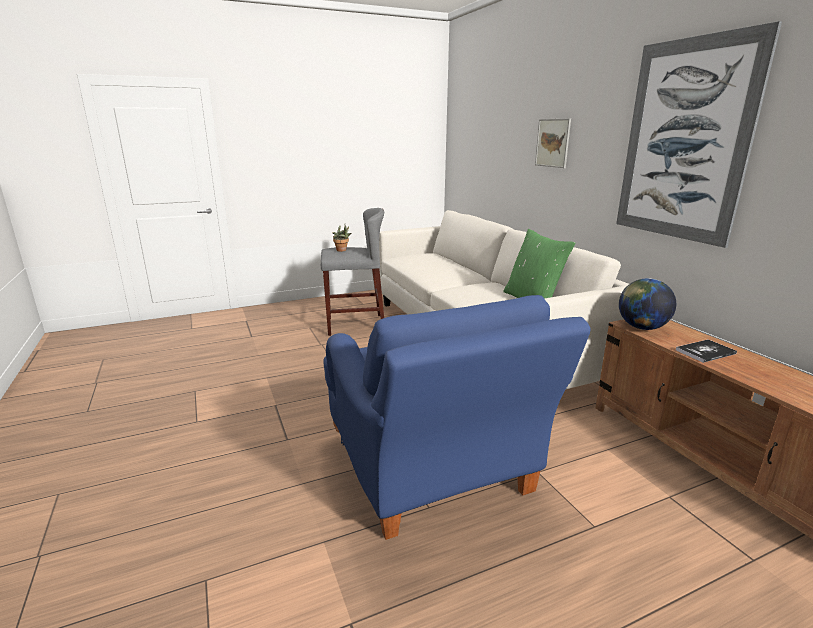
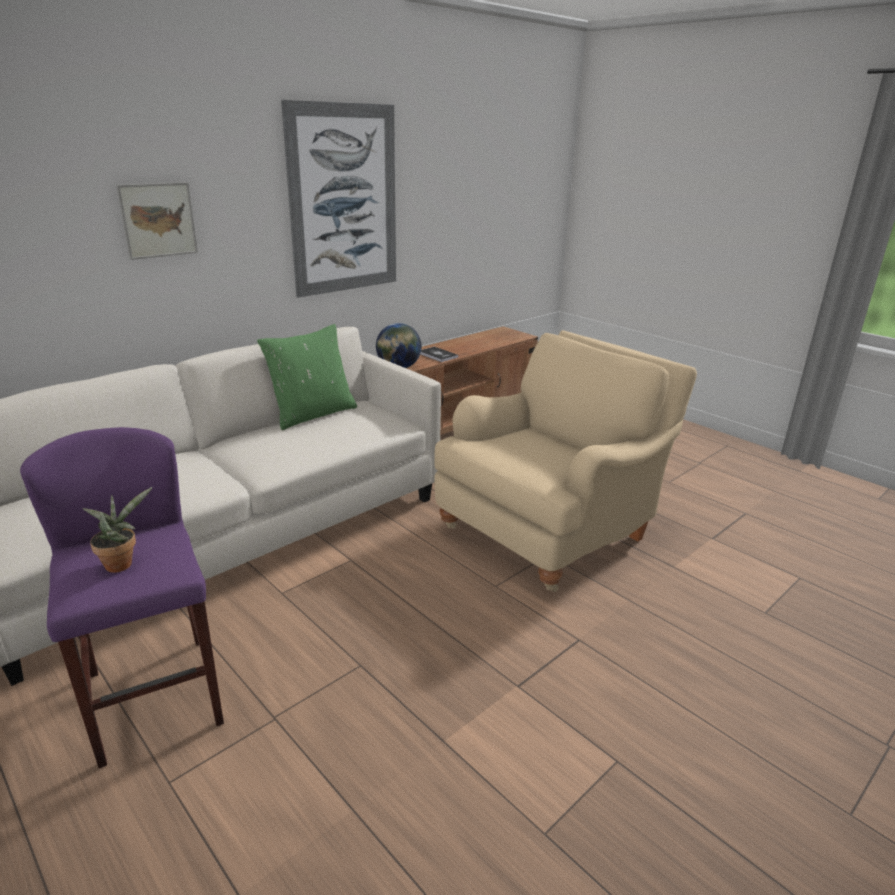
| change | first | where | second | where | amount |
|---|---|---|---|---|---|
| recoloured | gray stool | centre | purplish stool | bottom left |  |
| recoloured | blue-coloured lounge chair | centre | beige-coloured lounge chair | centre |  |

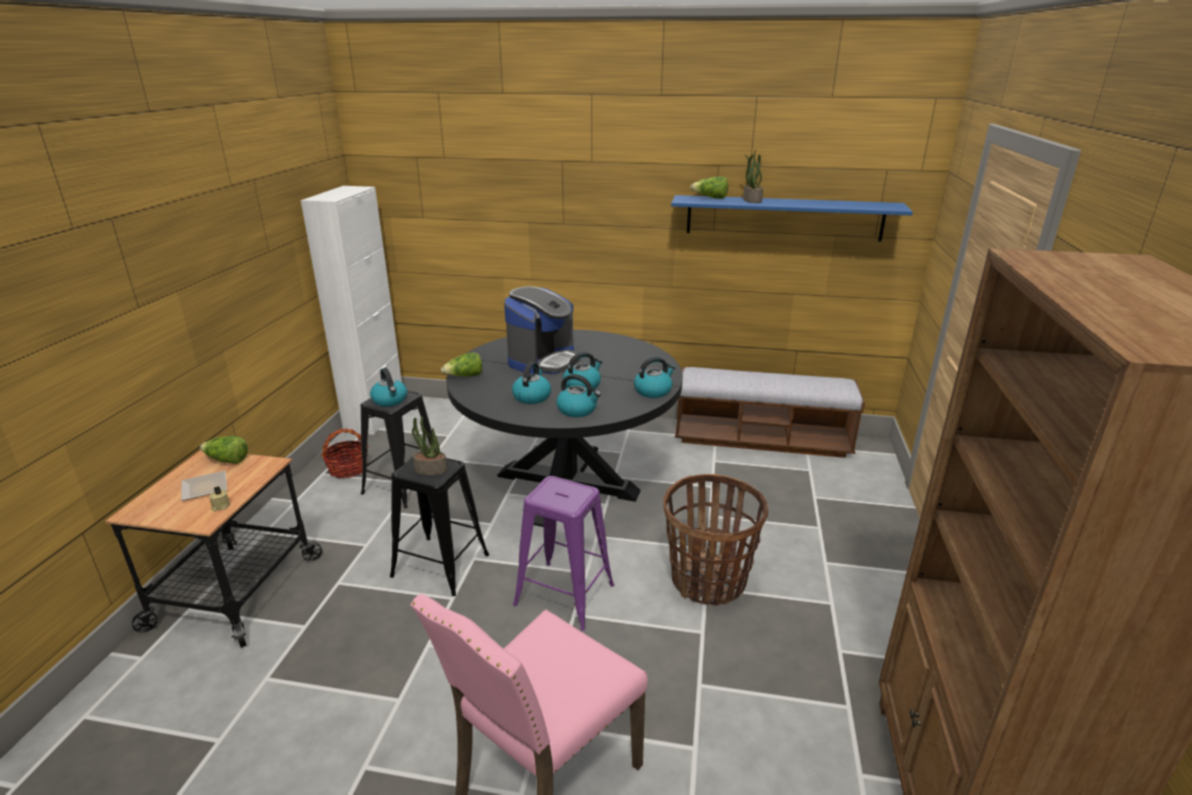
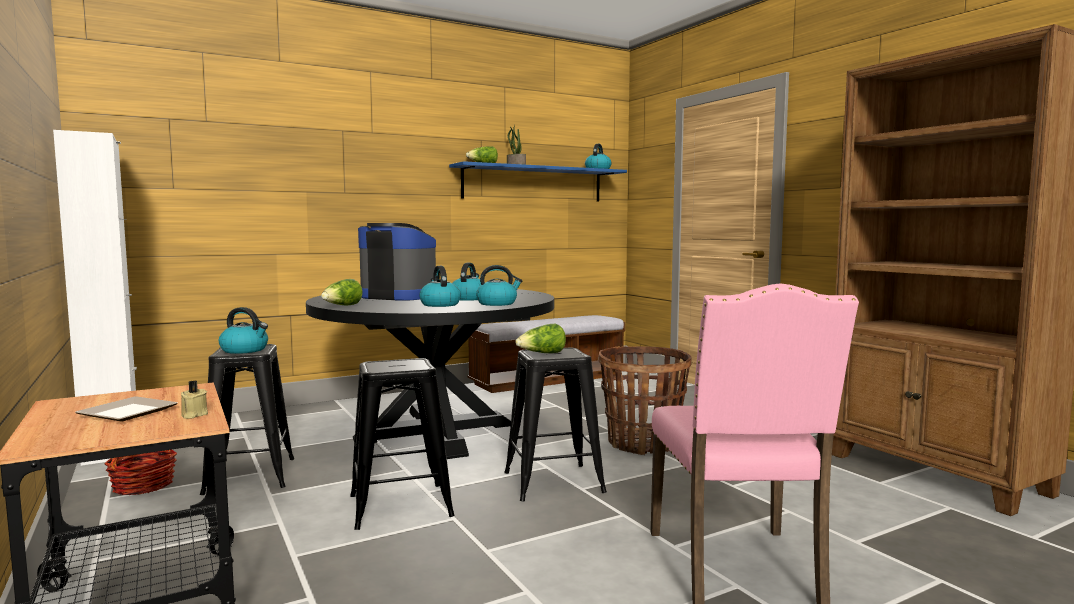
| change | first | where | second | where | amount |
|---|---|---|---|---|---|
| turned | coffee machine | centre |  | centre | 60 degrees counterclockwise |
| recoloured | purplish stool | bottom centre | blackish stool (3rd from left) | bottom centre |  |
| moved | lettuce head (1st from left in the first image) | middle left | lettuce head (3rd from left) | centre |  |
| moved | kettle (5th from left) | centre |  | top centre |  |
| removed | houseplant (1st from left) | centre |  |  |  |

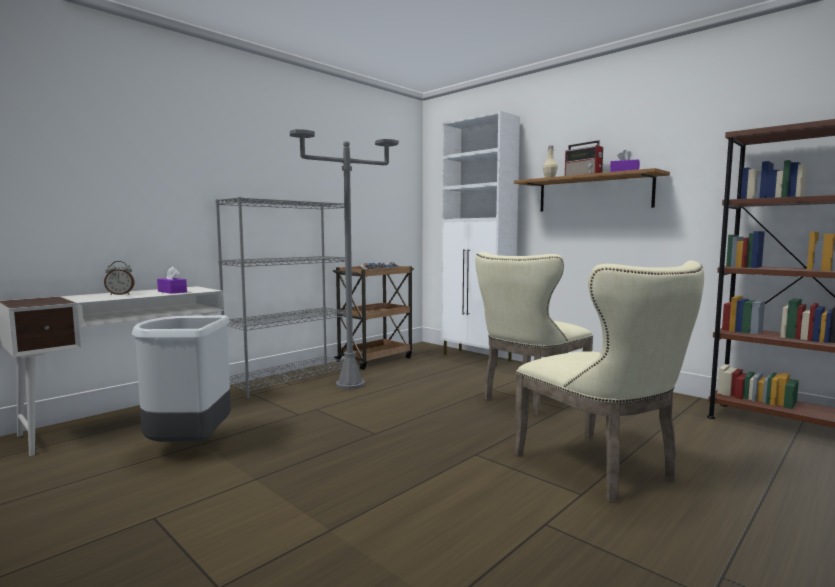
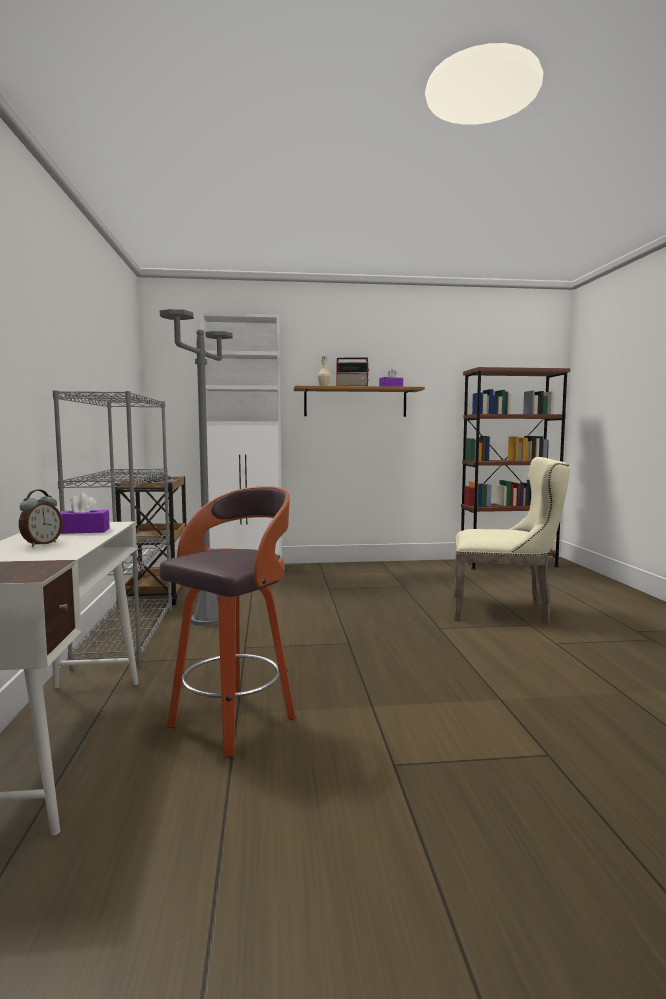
| change | first | where | second | where | amount |
|---|---|---|---|---|---|
| replaced | gray rubbish bin | middle left | stool | centre |  |
| removed | beige-coloured chair (1st from left) | centre |  |  |  |

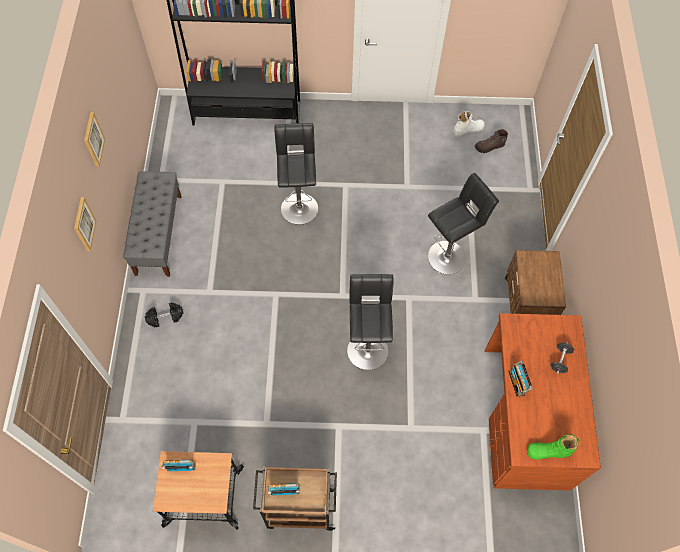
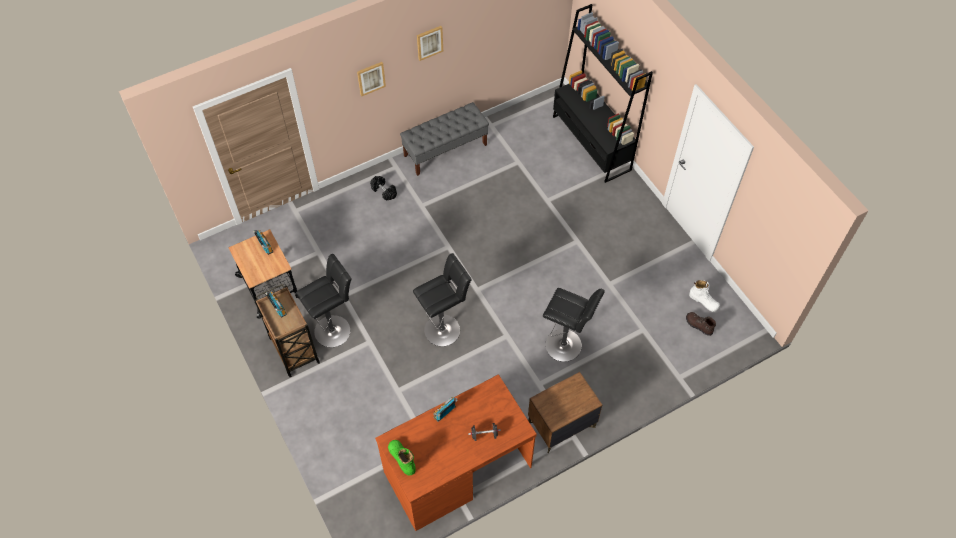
| change | first | where | second | where | amount |
|---|---|---|---|---|---|
| moved | blackish stool (1st from left) | top centre |  | centre |  |

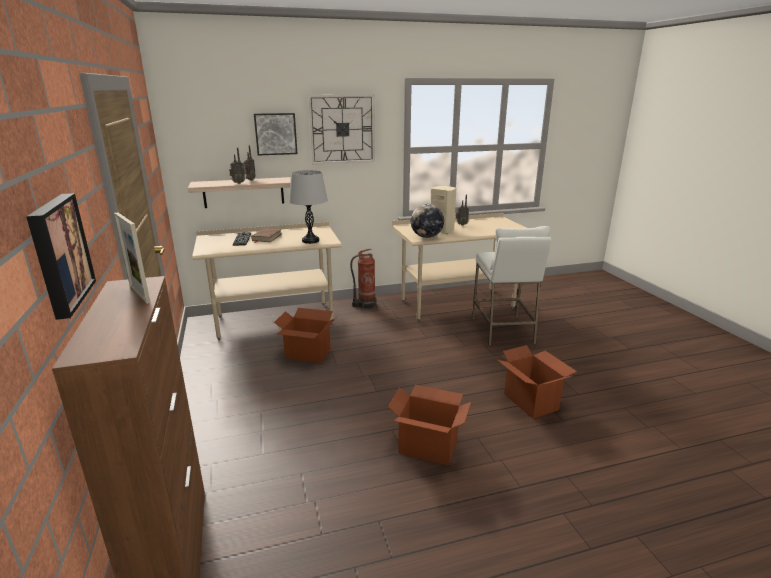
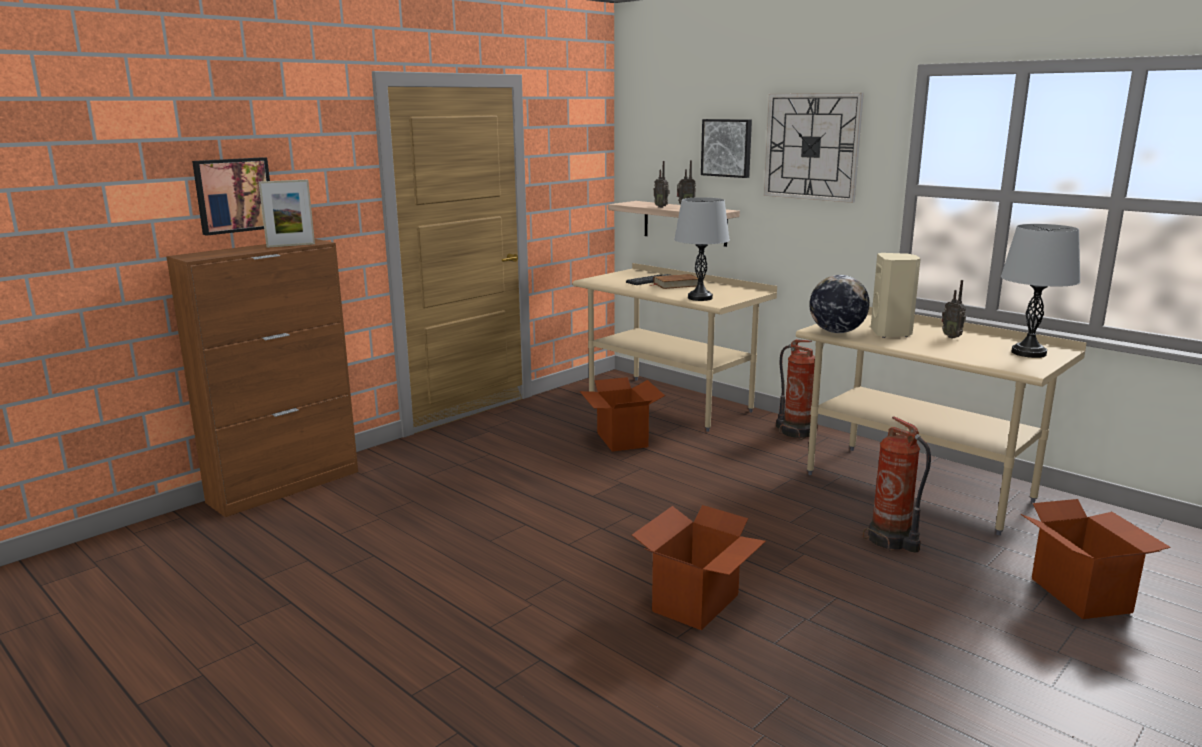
| change | first | where | second | where | amount |
|---|---|---|---|---|---|
| turned | picture frame | middle left |  | top left | 135 degrees counterclockwise |
| replaced | white stool | centre | fire extinguisher (2nd from left) | middle right |  |
| added |  |  | gray lamp for a table (2nd from left) | middle right |  |
| moved | packing box (2nd from left in the first image) | bottom centre | packing box (3rd from left) | bottom right |  |

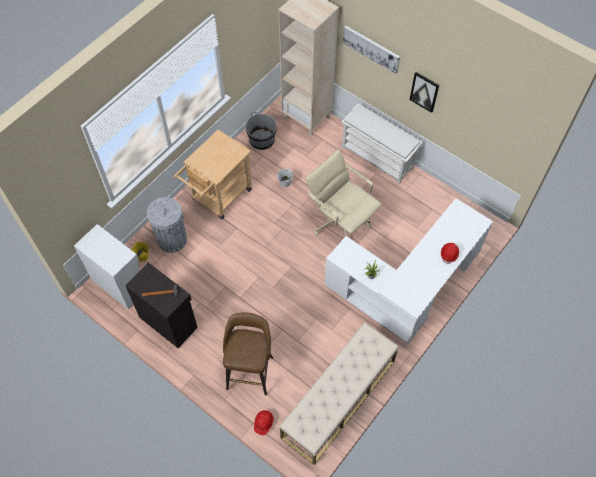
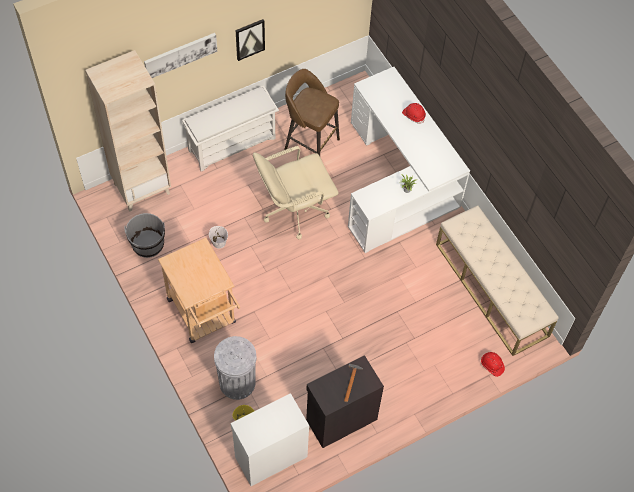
| change | first | where | second | where | amount |
|---|---|---|---|---|---|
| moved | brown-coloured stool | bottom centre |  | top centre |  |

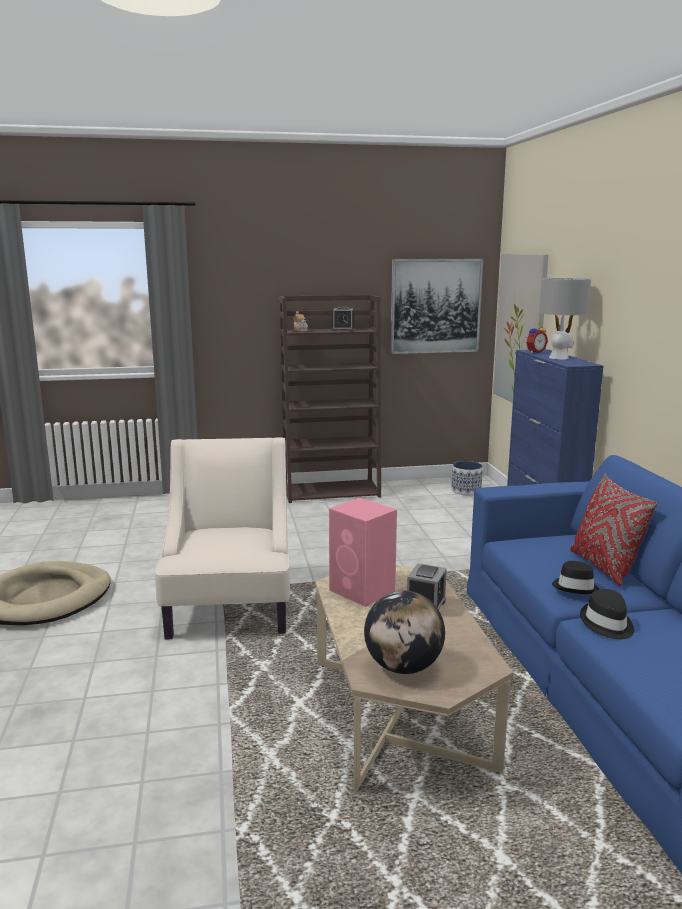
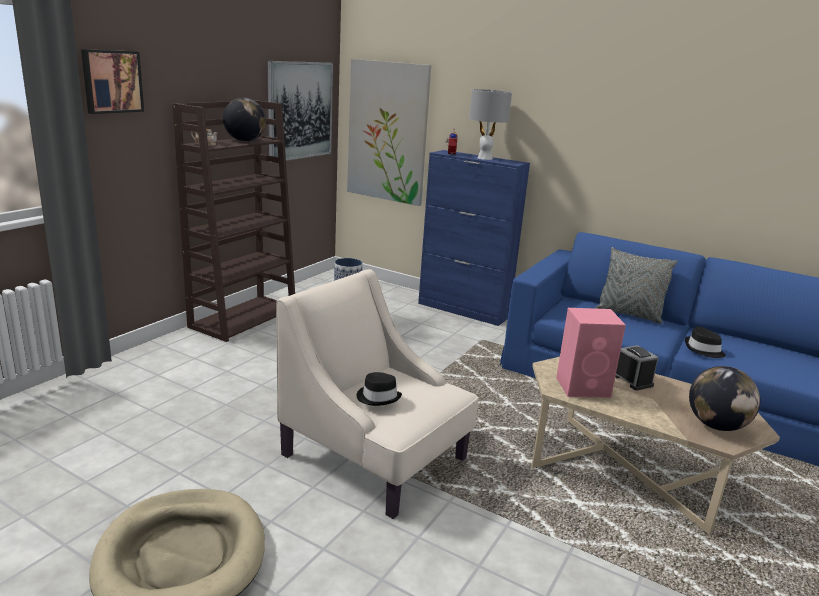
| change | first | where | second | where | amount |
|---|---|---|---|---|---|
| added |  |  | wall picture (1st from left) | top left |  |
| replaced | alarm clock (1st from left) | centre | globe (1st from left) | top left |  |
| moved | blackish wearable hat (1st from left) | middle right |  | centre |  |
| recoloured | red-coloured cushion | middle right | gray cushion | middle right |  |

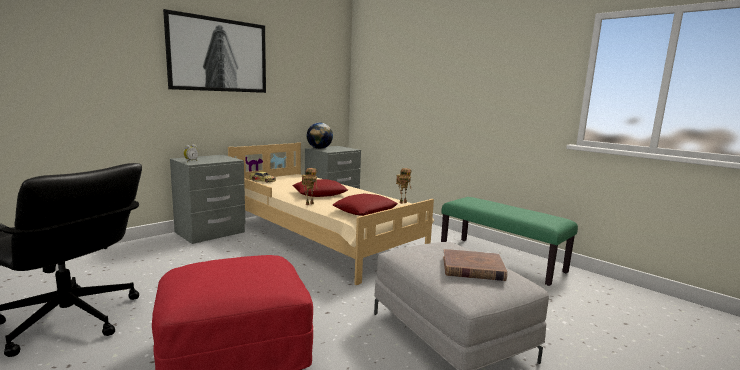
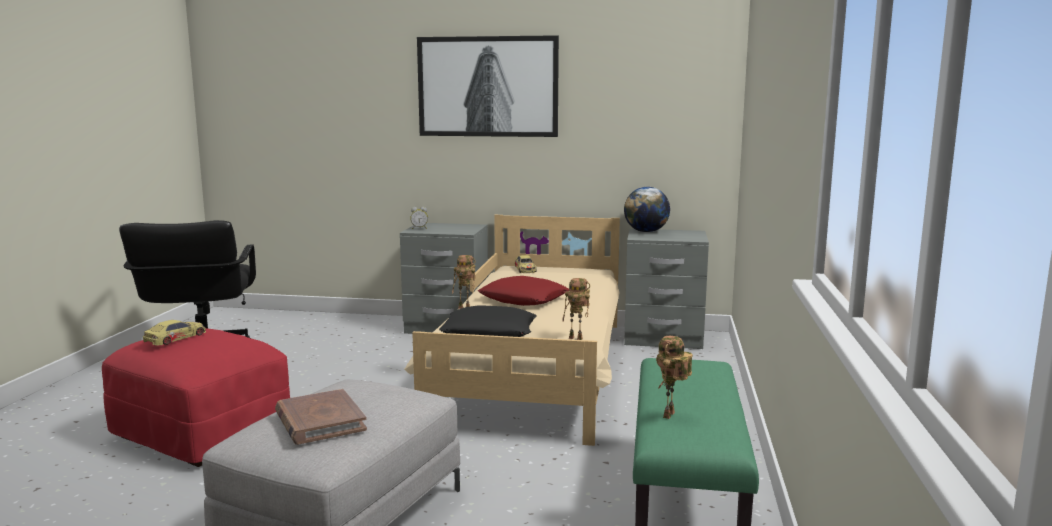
| change | first | where | second | where | amount |
|---|---|---|---|---|---|
| added |  |  | miniature car (1st from left) | middle left |  |
| recoloured | red-coloured cushion (2nd from left) | centre | blackish cushion | centre |  |
| added |  |  | model robot (3rd from left) | bottom centre |  |

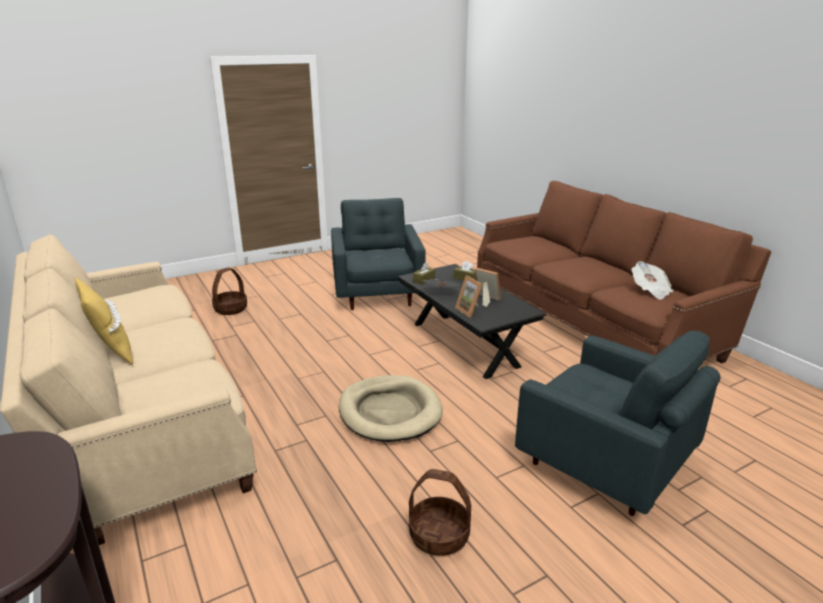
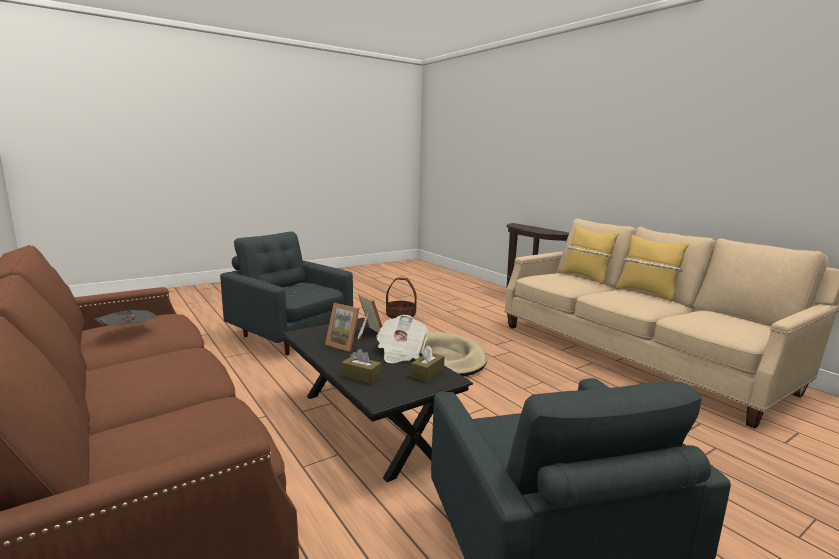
| change | first | where | second | where | amount |
|---|---|---|---|---|---|
| added |  |  | yellow cushion (1st from left) | middle right |  |
| removed | basket (1st from left) | middle left |  |  |  |

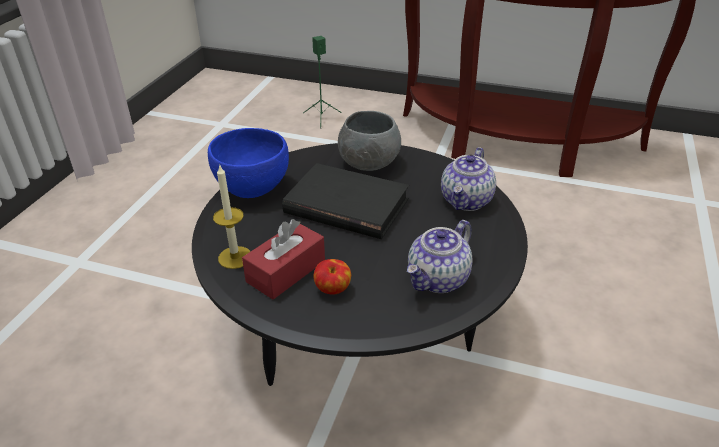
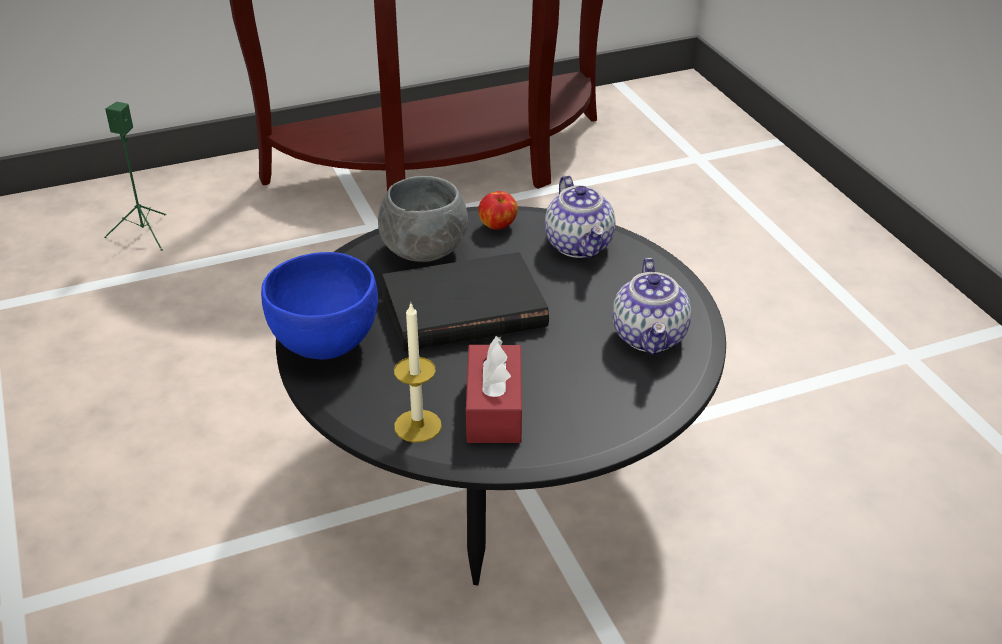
| change | first | where | second | where | amount |
|---|---|---|---|---|---|
| moved | whole apple | centre |  | top centre |  |

